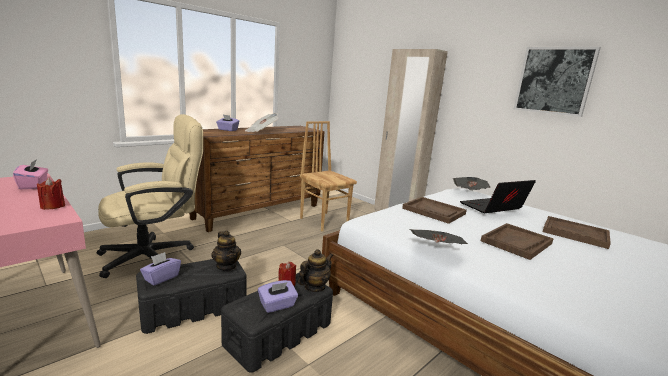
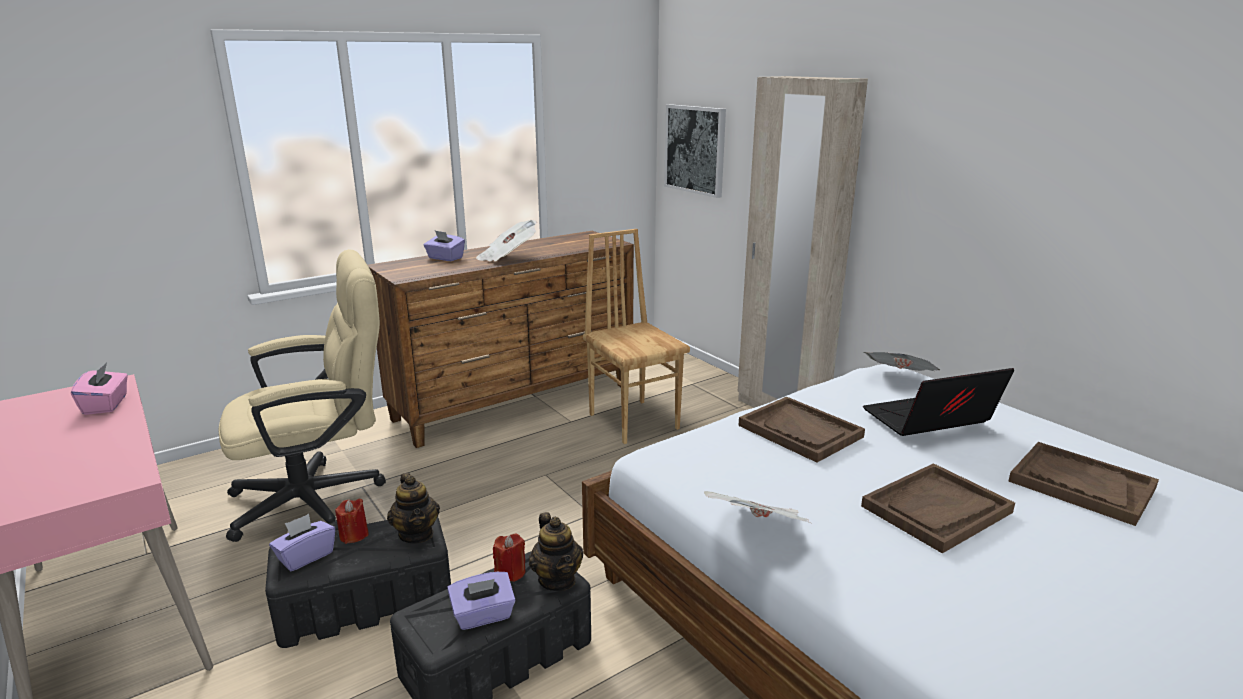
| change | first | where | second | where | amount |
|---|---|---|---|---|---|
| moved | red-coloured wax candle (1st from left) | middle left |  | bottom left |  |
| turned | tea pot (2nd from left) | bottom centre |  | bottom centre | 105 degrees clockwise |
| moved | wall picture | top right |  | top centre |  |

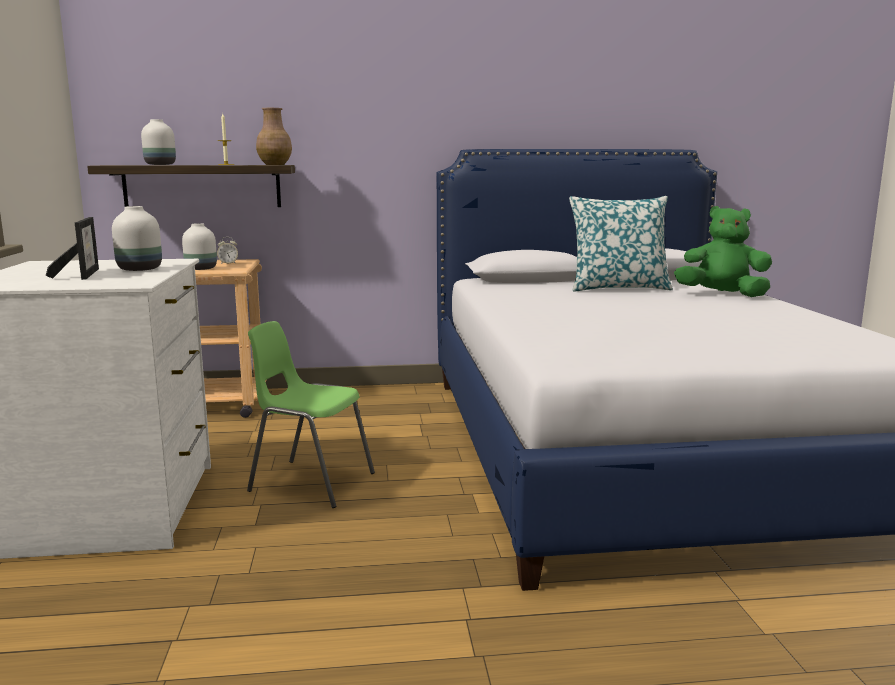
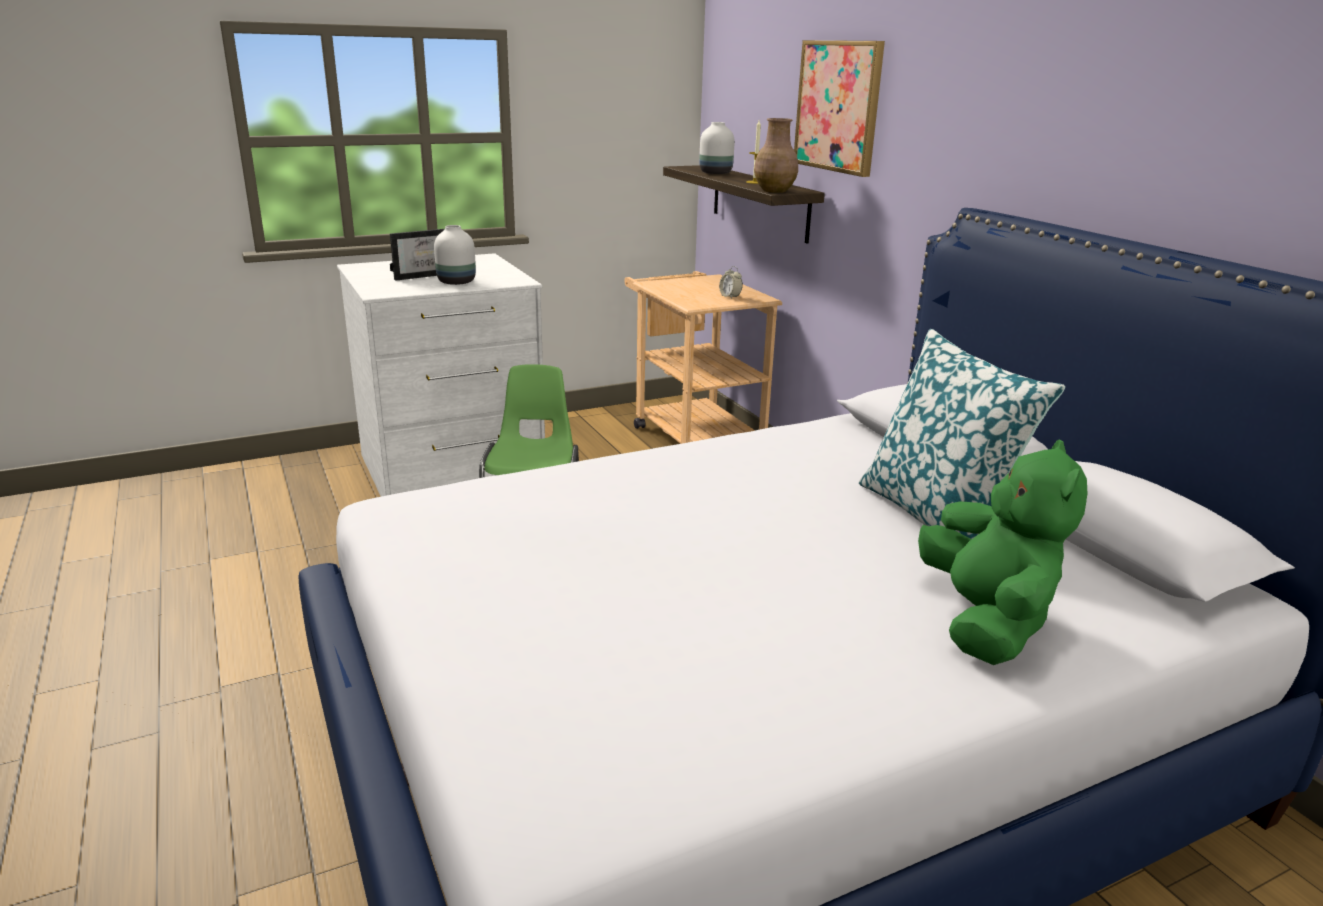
| change | first | where | second | where | amount |
|---|---|---|---|---|---|
| added |  |  | wall picture | top centre |  |
| removed | white vase (3rd from left) | middle left |  |  |  |

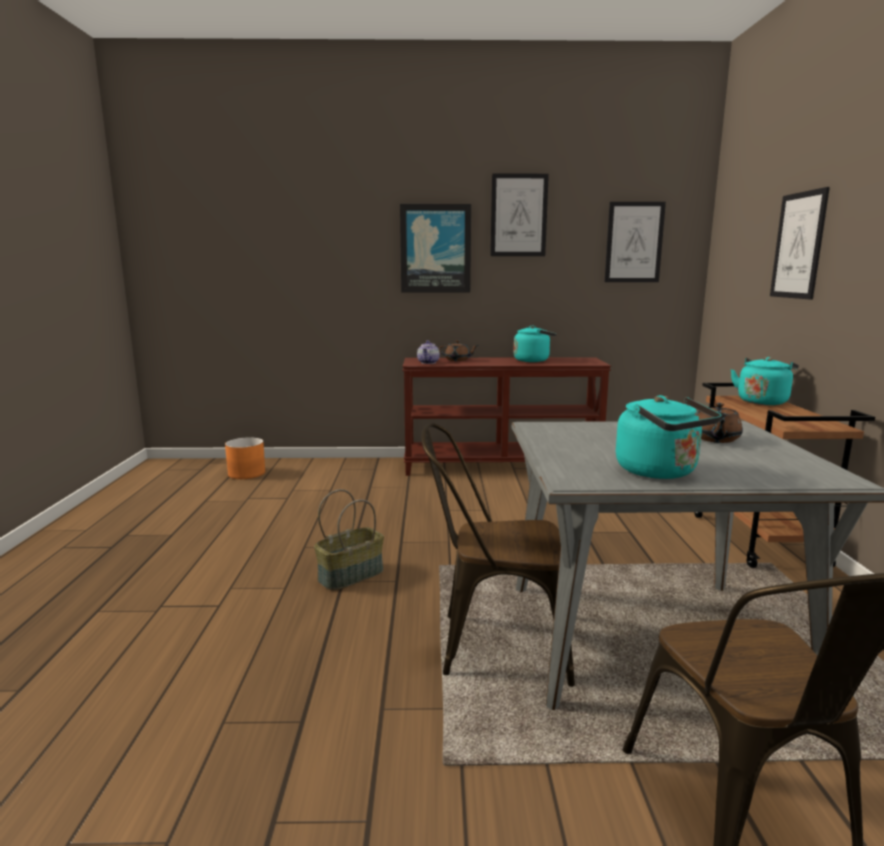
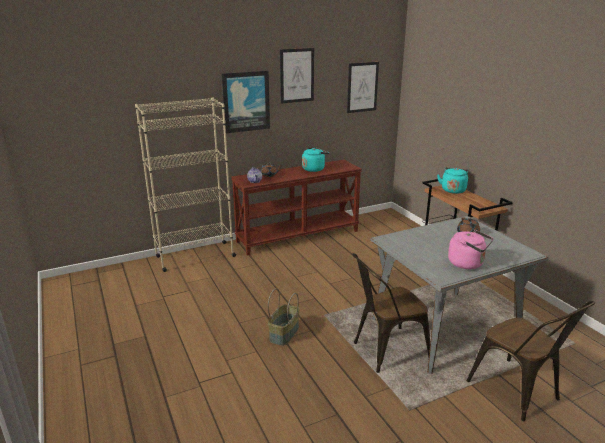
| change | first | where | second | where | amount |
|---|---|---|---|---|---|
| added |  |  | beige-coloured shelving unit | middle left |  |
| recoloured | turquoise kettle (2nd from left) | middle right | pink-coloured kettle | middle right |  |
| removed | orange flower pot | middle left |  |  |  |
| removed | wall picture (4th from left) | top right |  |  |  |

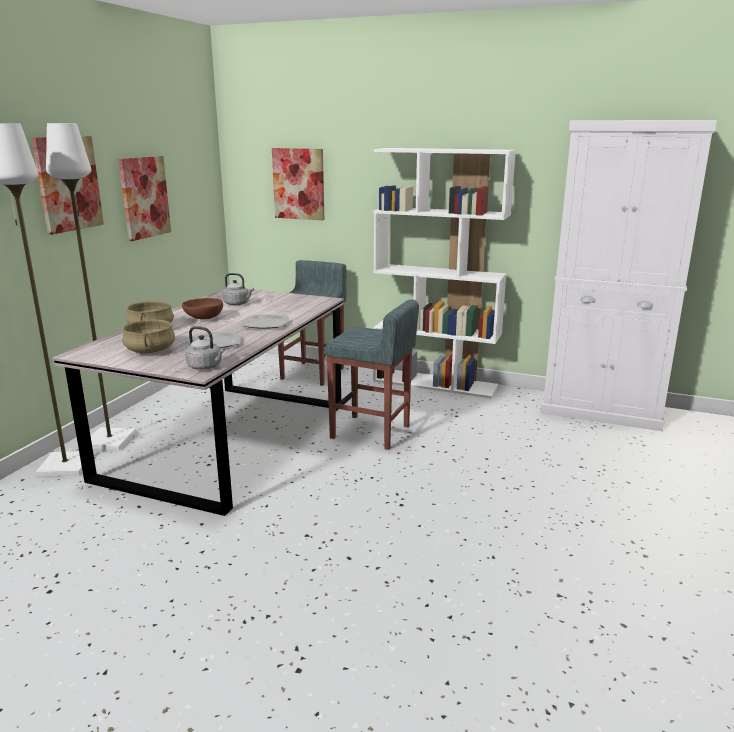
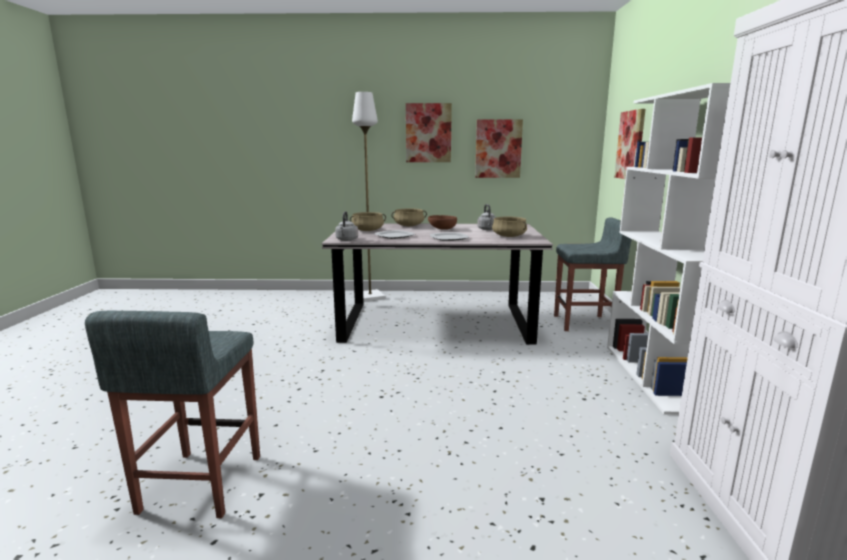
| change | first | where | second | where | amount |
|---|---|---|---|---|---|
| moved | gray stool (2nd from left in the first image) | centre | gray stool (1st from left) | bottom left |  |
| added |  |  | beige-coloured stockpot (3rd from left) | centre |  |
| removed | white standard lamp (2nd from left) | middle left |  |  |  |

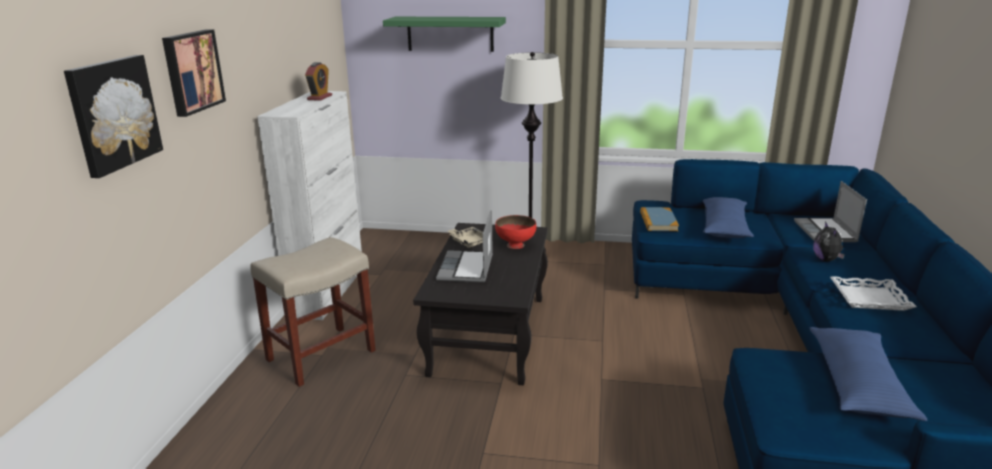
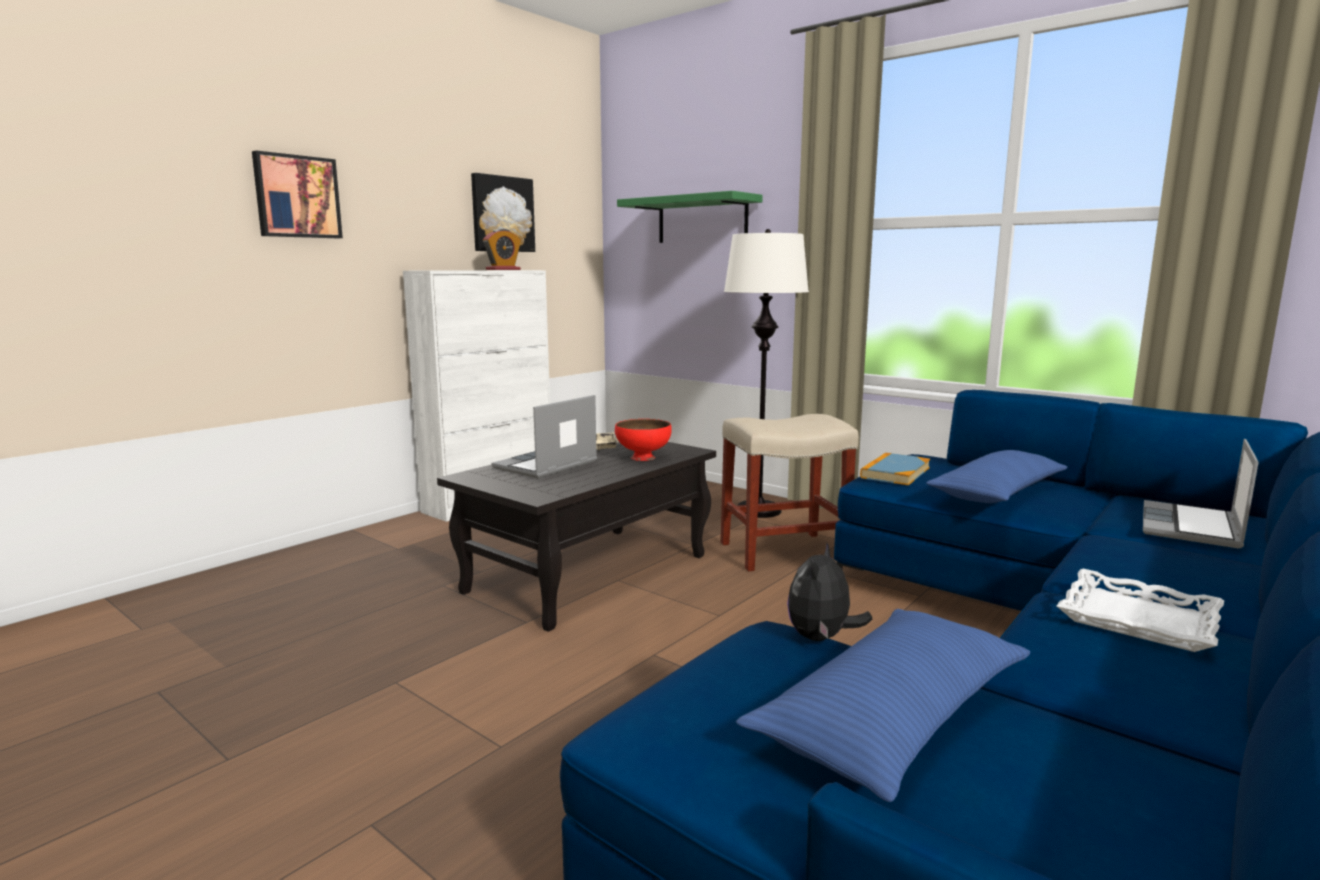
| change | first | where | second | where | amount |
|---|---|---|---|---|---|
| moved | wall picture (1st from left in the first image) | top left | wall picture (2nd from left) | top centre |  |
| moved | beige-coloured stool | middle left |  | centre |  |
| moved | soft toy | middle right |  | bottom centre |  |

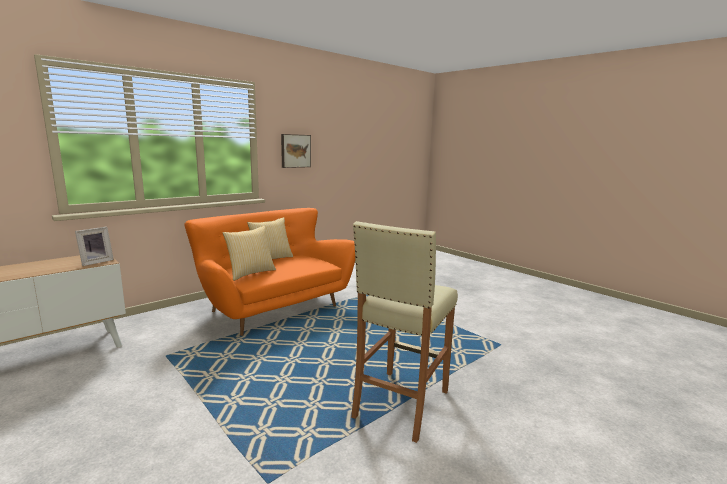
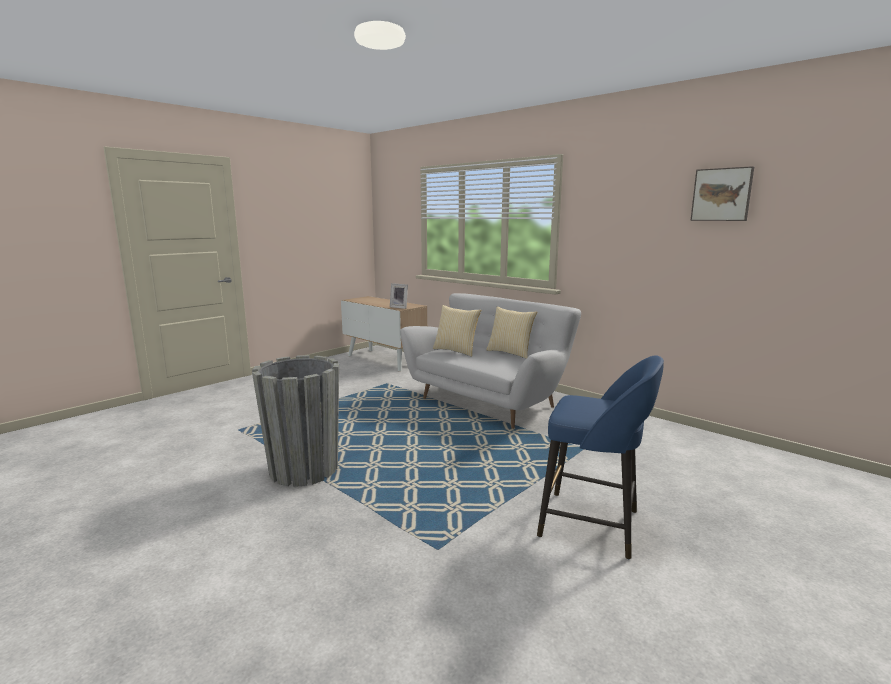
| change | first | where | second | where | amount |
|---|---|---|---|---|---|
| replaced | beige-coloured stool | bottom centre | gray flower pot | middle left |  |
| recoloured | orange settee | centre | white settee | centre |  |
| added |  |  | blue-coloured stool | bottom right |  |
| moved | wall picture | top centre |  | top right |  |

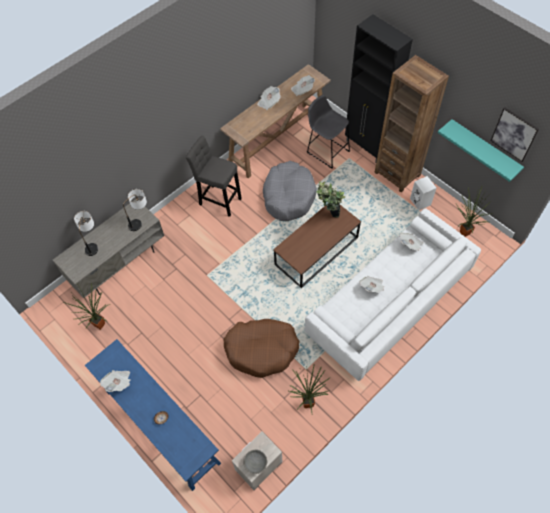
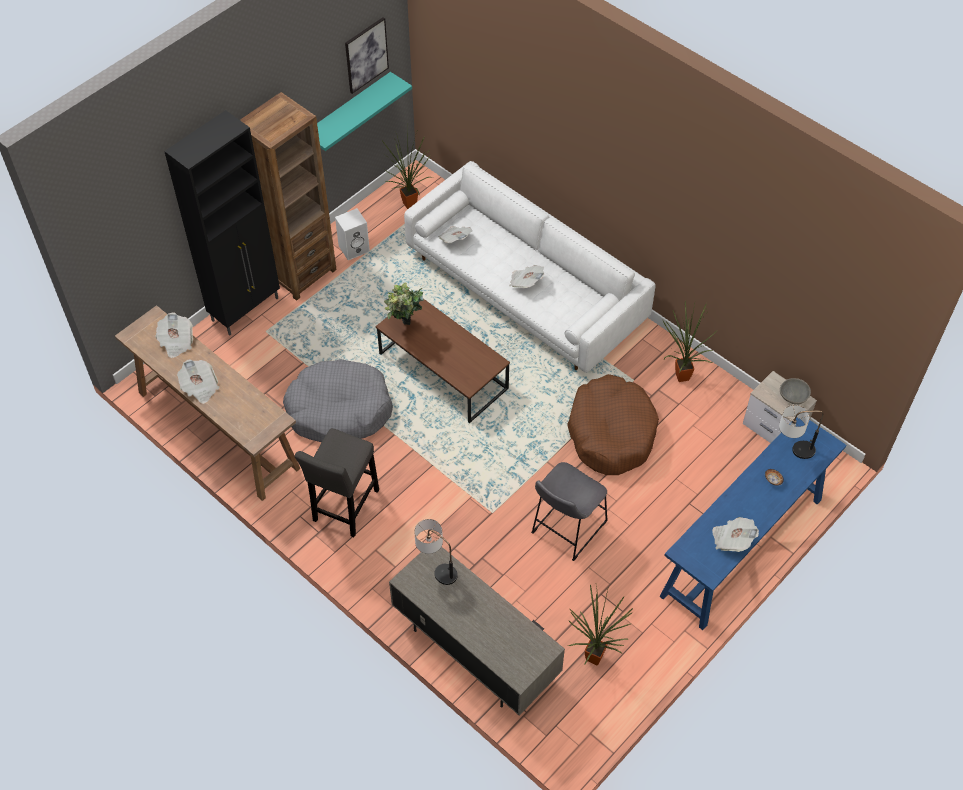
| change | first | where | second | where | amount |
|---|---|---|---|---|---|
| moved | gray stool (2nd from left) | top centre |  | centre |  |
| moved | lamp for a table (1st from left in the first image) | middle left | lamp for a table (2nd from left) | middle right |  |

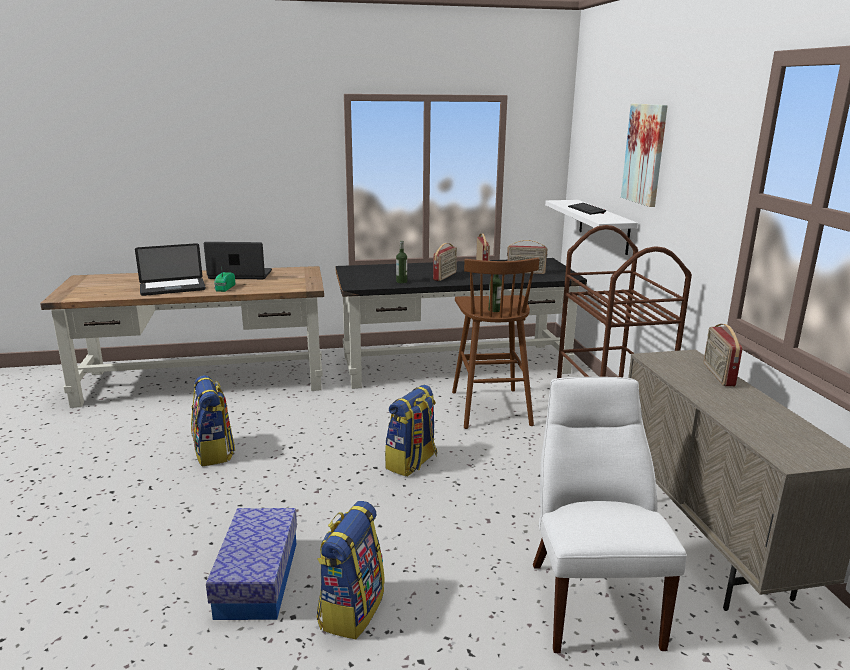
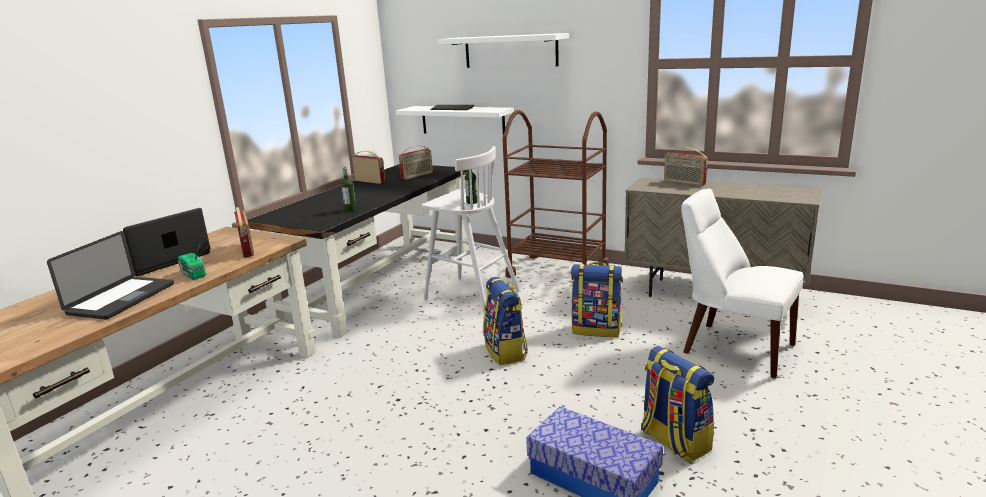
| change | first | where | second | where | amount |
|---|---|---|---|---|---|
| moved | radio receiver (2nd from left) | centre |  | middle left |  |
| recoloured | brown-coloured stool | centre | white stool | centre |  |
| replaced | wall picture | top right | white wall shelf (2nd from left) | top centre |  |
| moved | knapsack (1st from left in the first image) | middle left | knapsack (2nd from left) | centre |  |

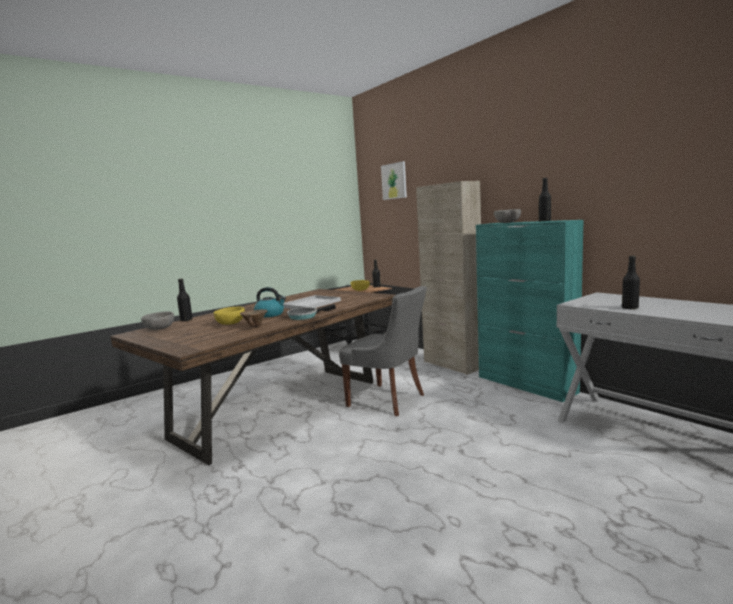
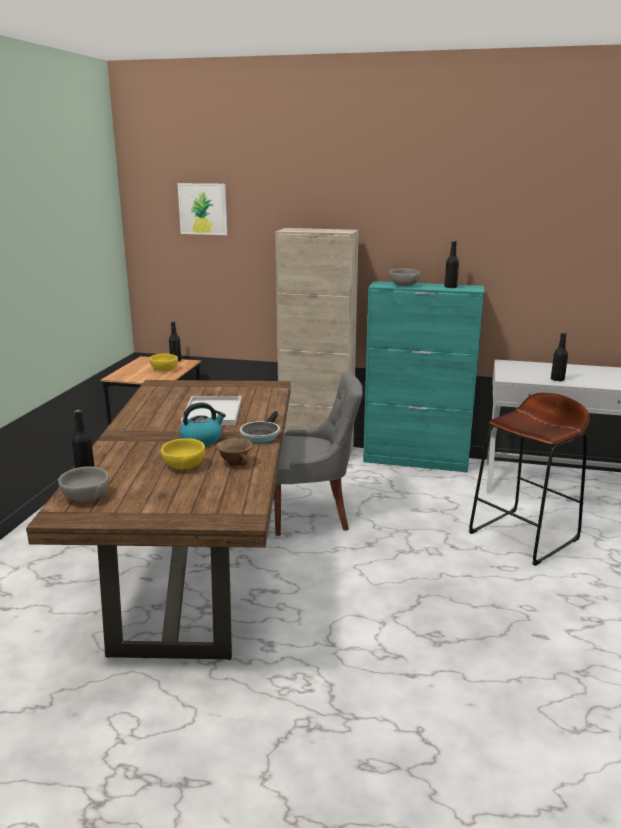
| change | first | where | second | where | amount |
|---|---|---|---|---|---|
| added |  |  | brown-coloured stool | middle right |  |

